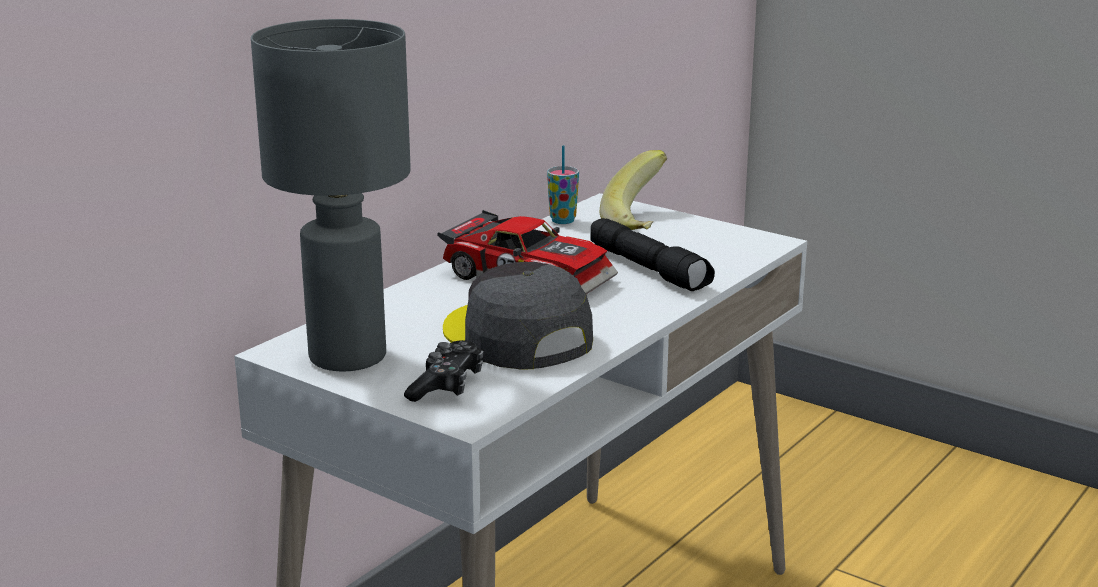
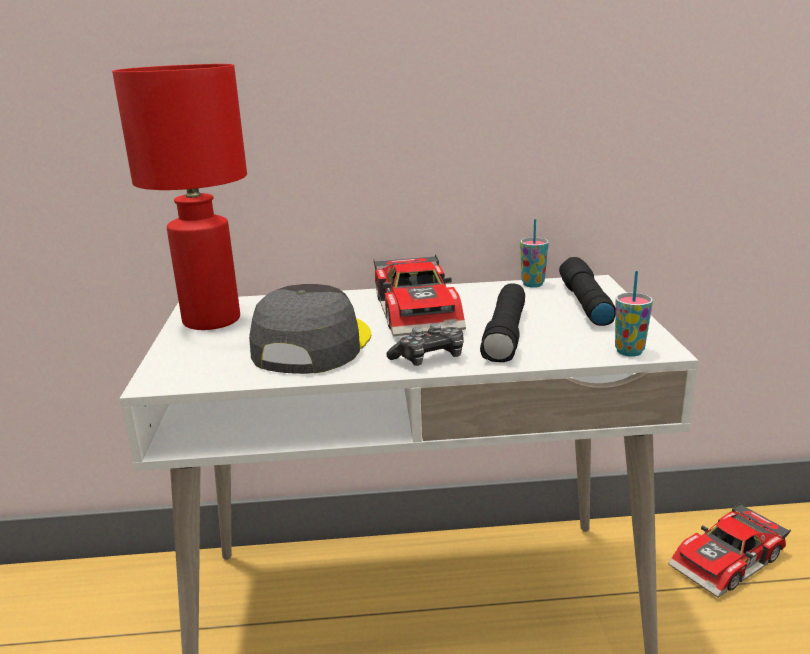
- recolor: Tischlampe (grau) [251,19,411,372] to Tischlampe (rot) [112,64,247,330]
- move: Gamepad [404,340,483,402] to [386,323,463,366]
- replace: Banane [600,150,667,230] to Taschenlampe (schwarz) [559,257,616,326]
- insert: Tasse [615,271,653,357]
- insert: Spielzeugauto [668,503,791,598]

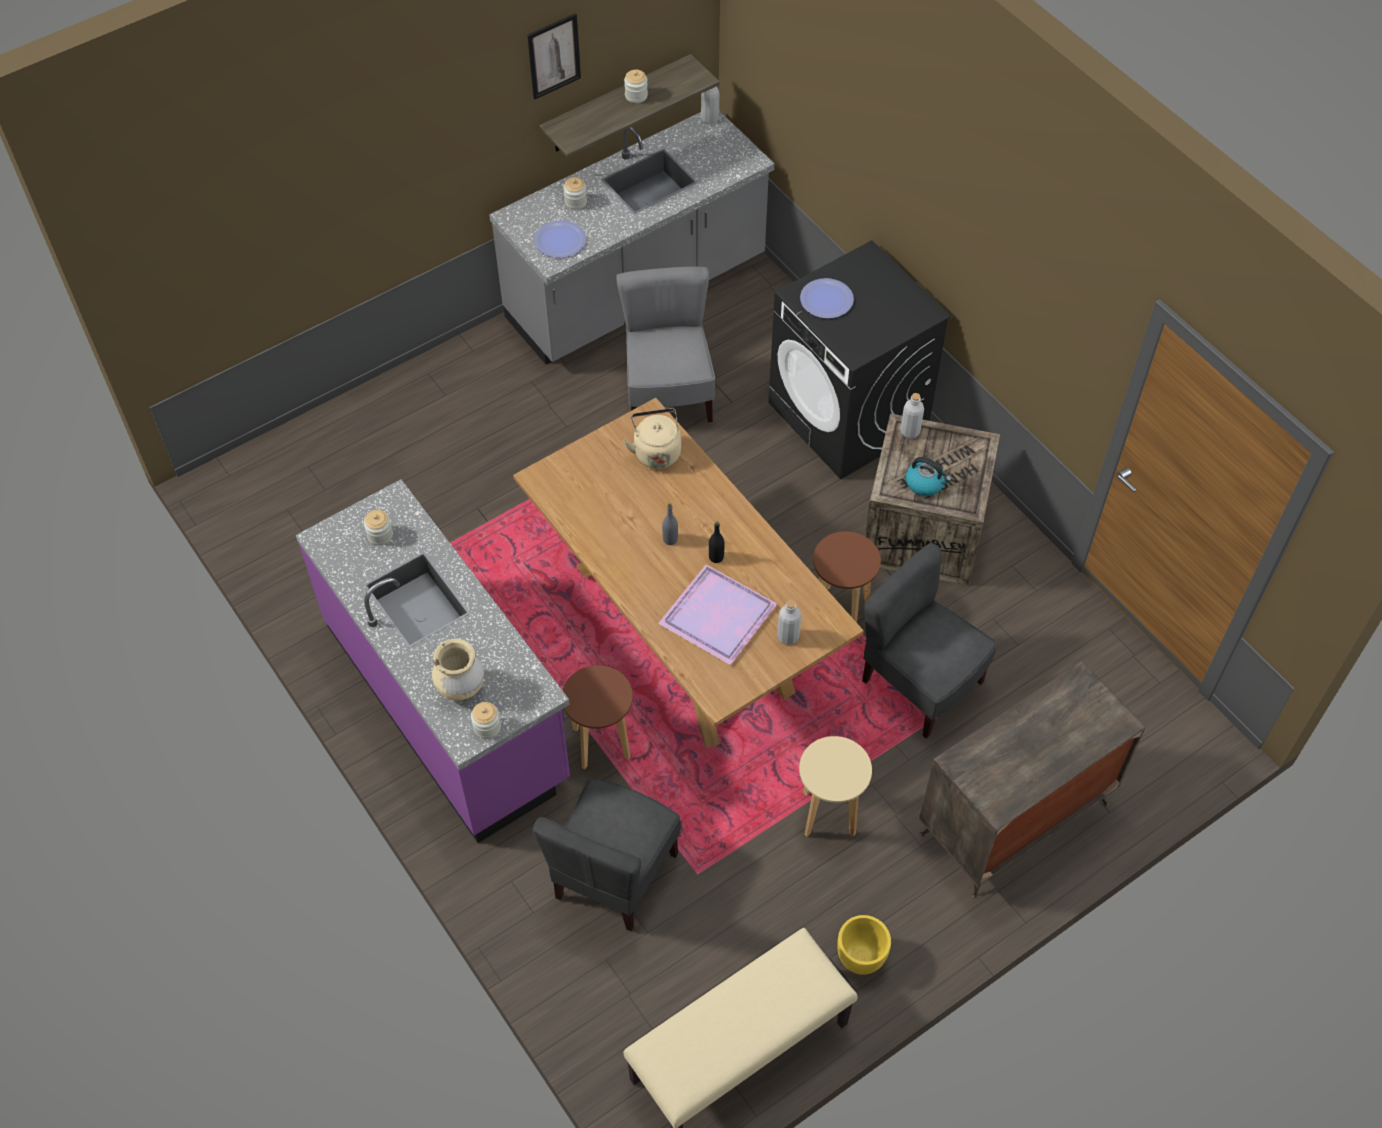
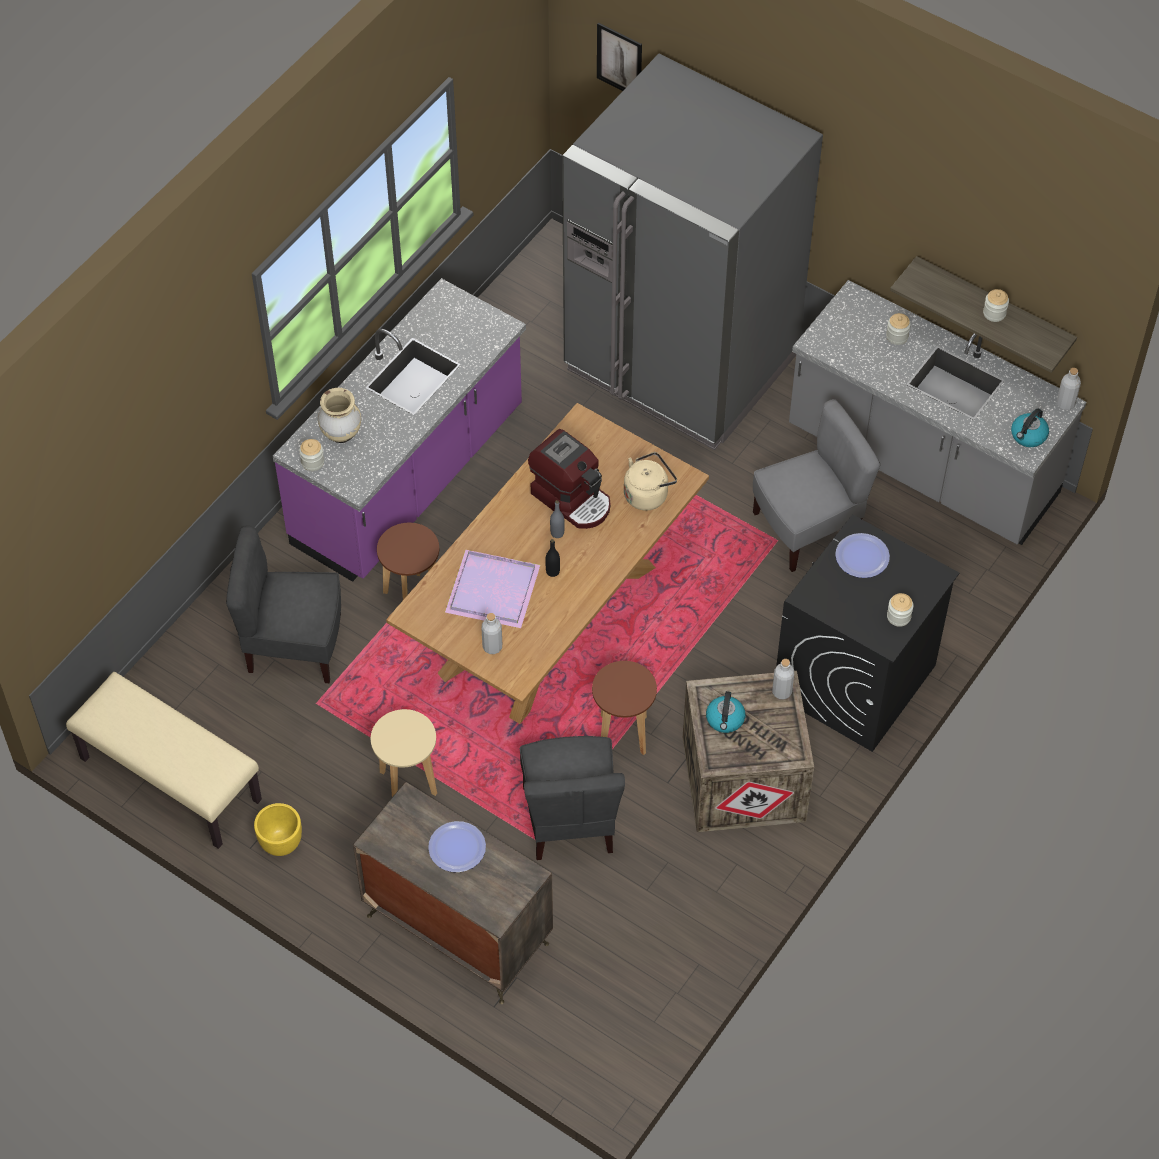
- move: Teller [534,220,586,258] to [428,821,486,872]
- rotate: Stuhl (grau) [862,543,998,739] = [520,736,625,860] 150 degrees clockwise
- insert: Kaffeemaschine [528,429,610,529]
- insert: Kühlschrank (grau) [562,54,823,450]
- move: Bild [527,13,581,100] to [597,23,642,91]
- move: Vorratsglas [364,510,393,546] to [887,593,914,627]
- insert: Wasserkessel [1011,408,1049,447]

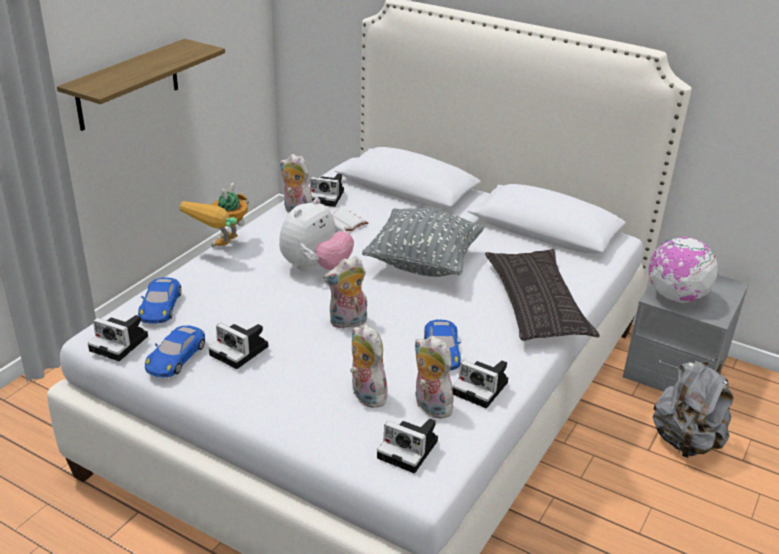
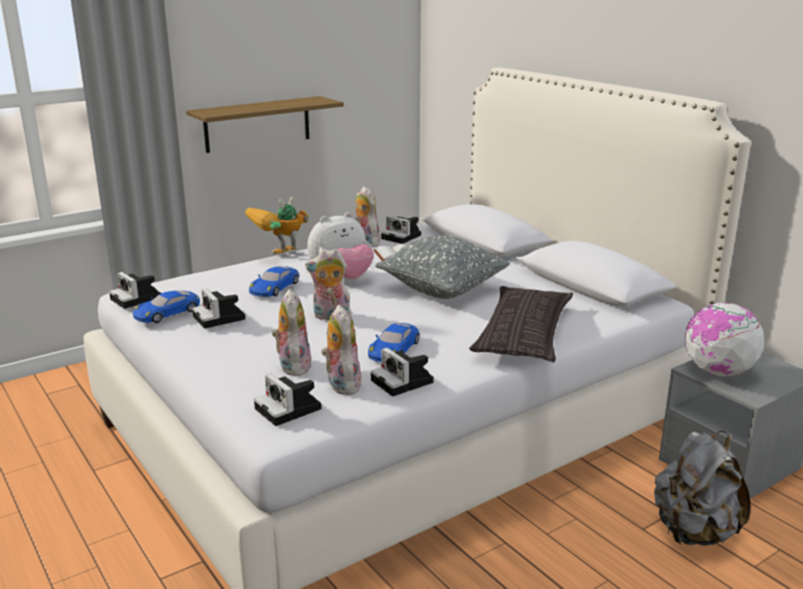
- move: Spielzeugauto (blau) [138,277,181,324] to [249,267,299,297]

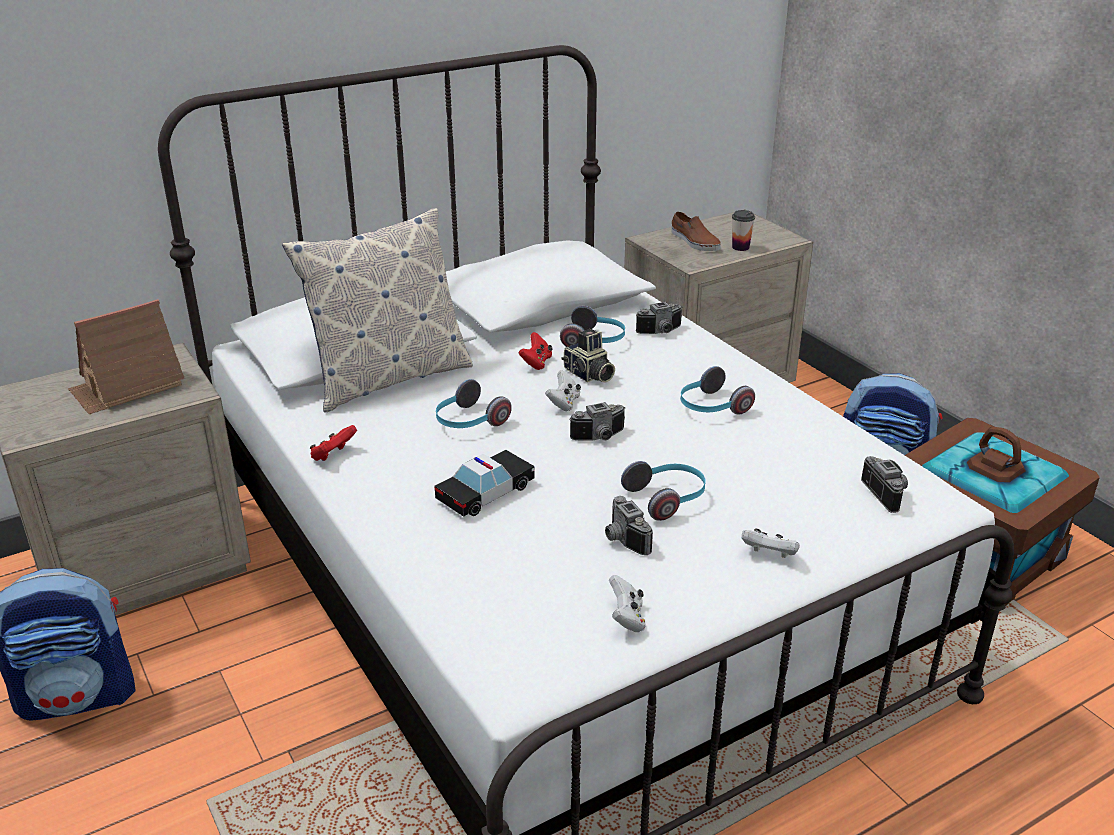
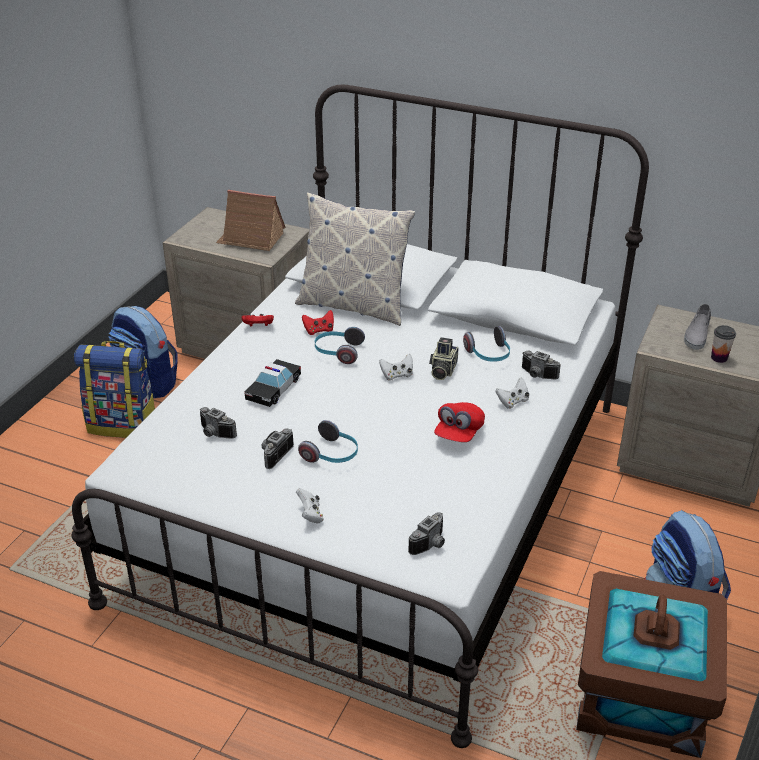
- insert: Rucksack [74,341,155,438]
- move: Kamera [569,402,625,441] to [200,407,237,439]
- rotate: Spielzeugauto [434,450,535,517] = [244,359,301,407] 105 degrees clockwise
- move: Gamepad (rot) [519,332,553,370] to [302,310,334,335]
- replace: Kopfhörer [680,366,755,415] to Kappe (rot) [434,402,485,442]
- move: Gamepad (weiß) [609,575,646,632] to [496,378,529,409]
- recolor: Schuh (braun) [671,211,721,251] to Schuh (grau) [684,304,711,350]

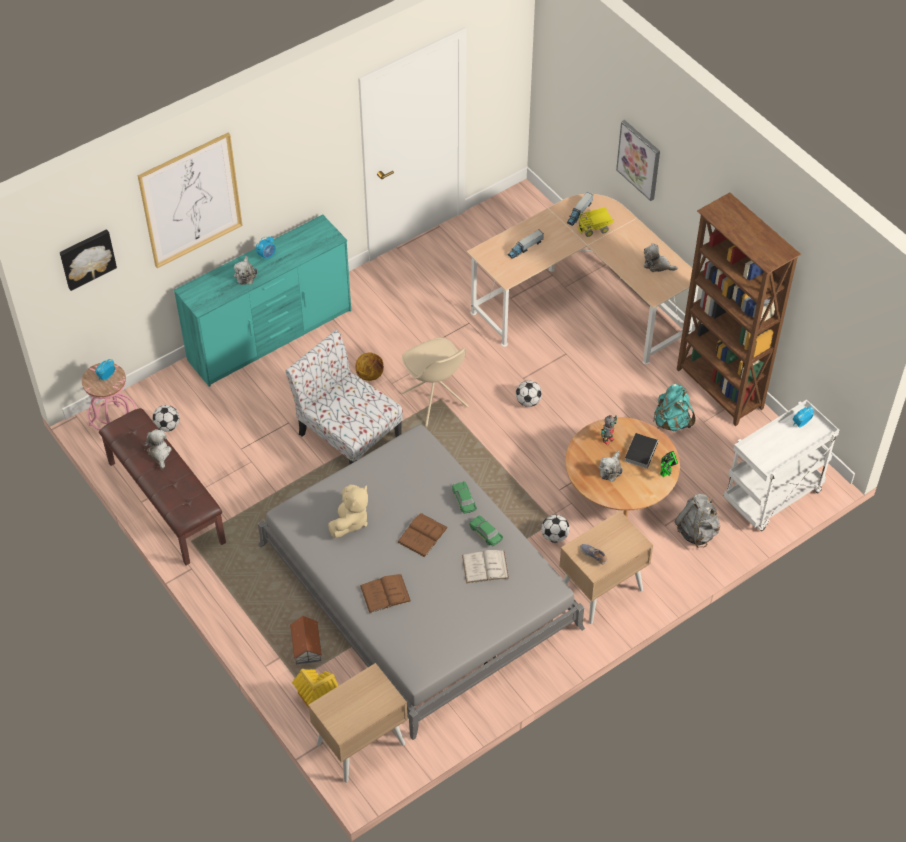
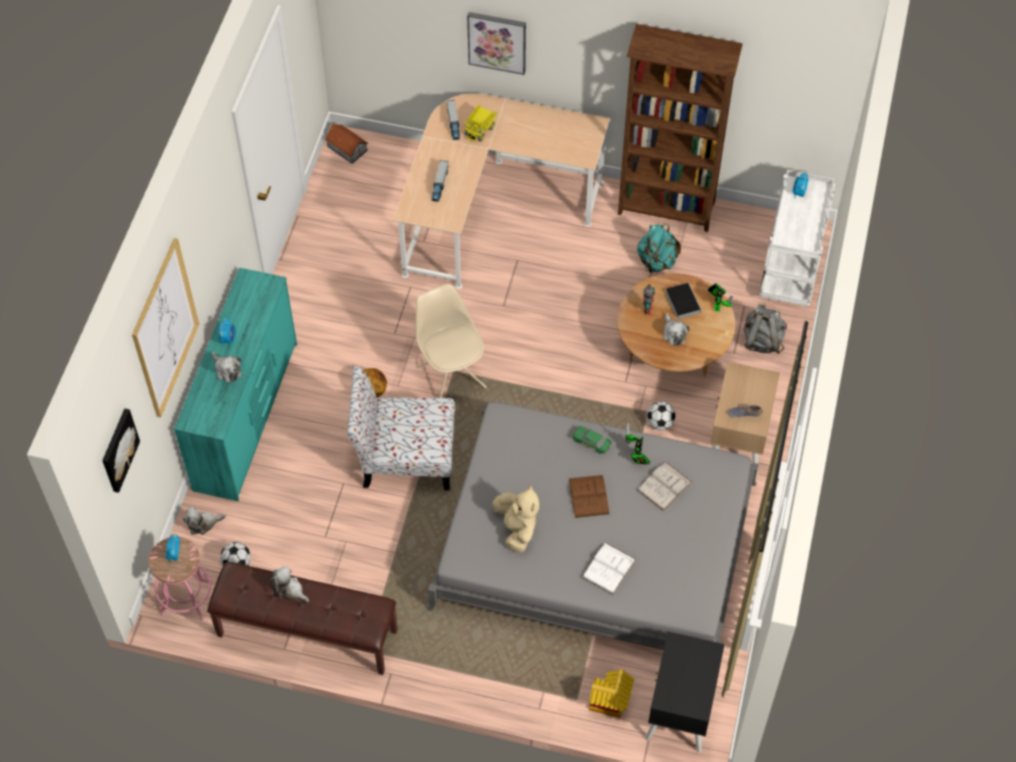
- move: Plüschtier [643,243,678,272] to [183,507,226,535]
- move: Spielzeughaus [290,616,322,664] to [325,124,368,164]
- rotate: Stuhl (beige) [401,337,468,427] = [415,284,487,398] 135 degrees counterclockwise
- recolor: Buch (braun) [360,574,411,613] to Buch (weiß) [582,542,636,594]
- replace: Spielzeugauto (grün) [469,515,503,546] to Spielzeugroboter [625,423,650,464]
- recolor: Nachttisch (beige) [308,663,408,783] to Nachttisch (schwarz) [645,632,725,753]
- delete: Fußball [516,380,542,407]

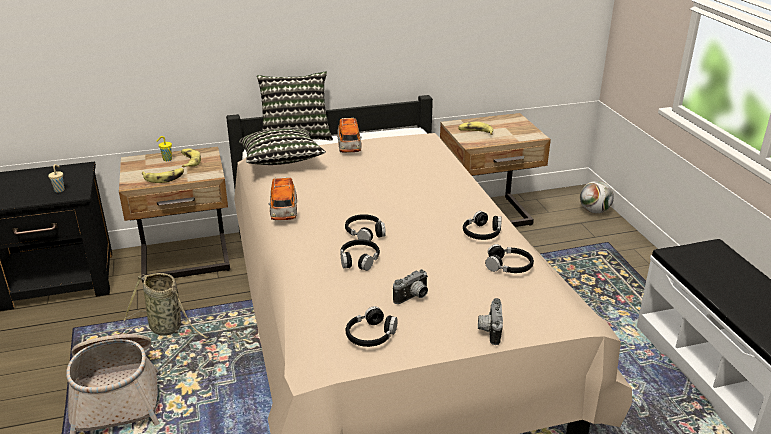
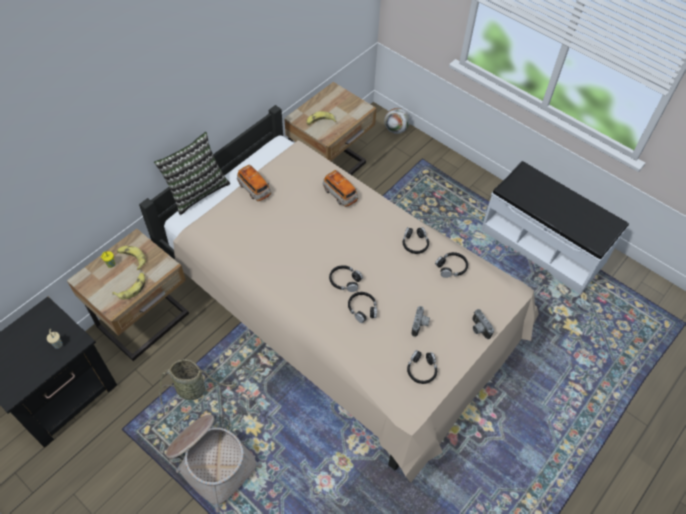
- move: Spielzeugauto [268,177,297,220] to [322,170,358,207]
- delete: Kissen [239,128,326,165]

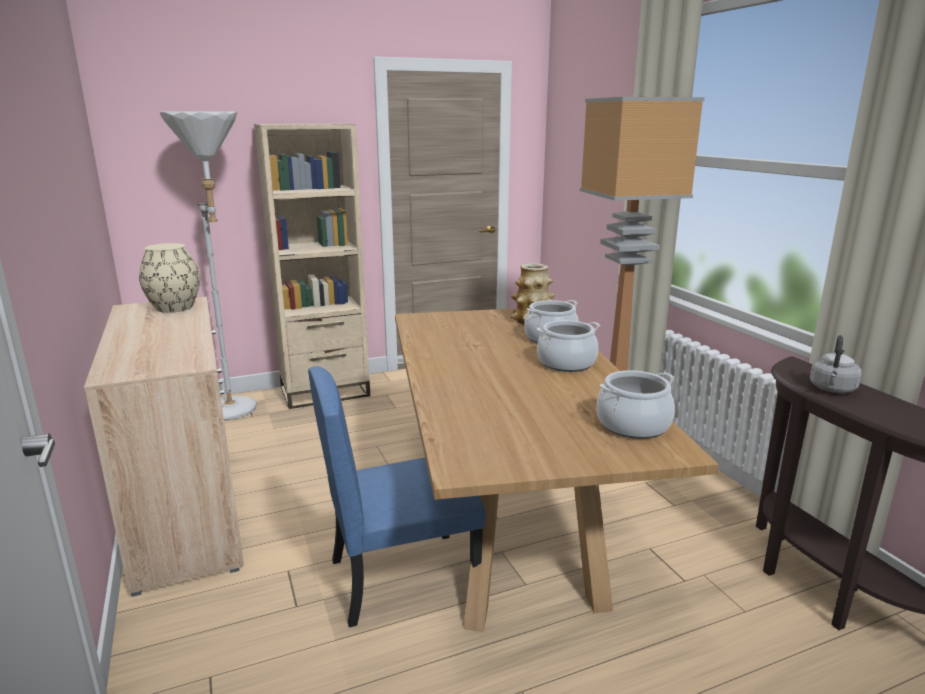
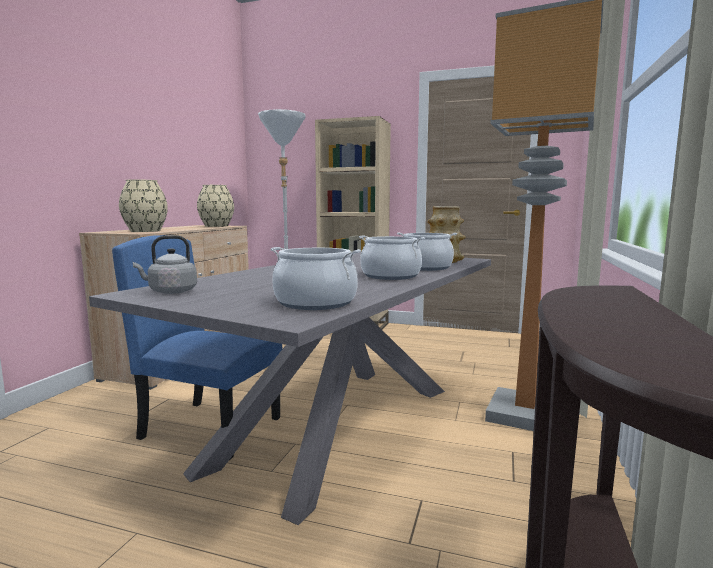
- recolor: Esstisch (braun) [395,308,718,632] to Esstisch (grau) [89,252,491,525]
- insert: Vase (beige) [119,179,168,232]
- move: Wasserkessel (grau) [810,335,862,393] to [133,235,197,294]

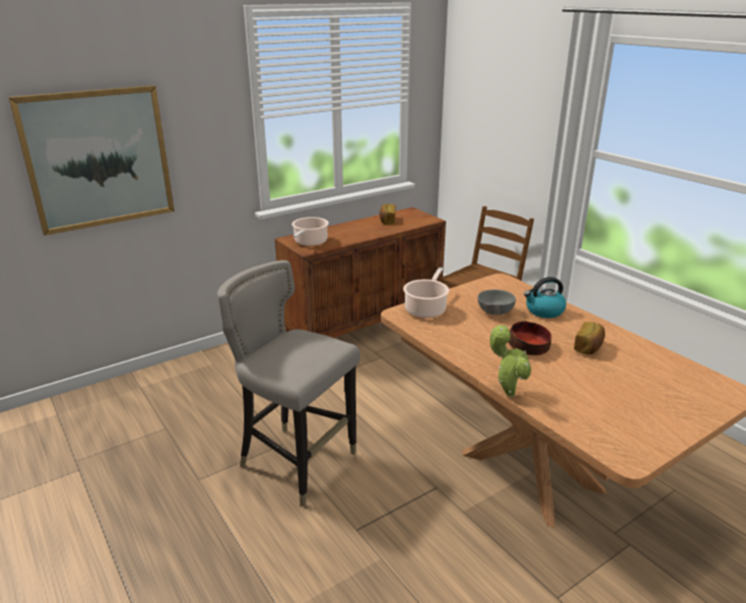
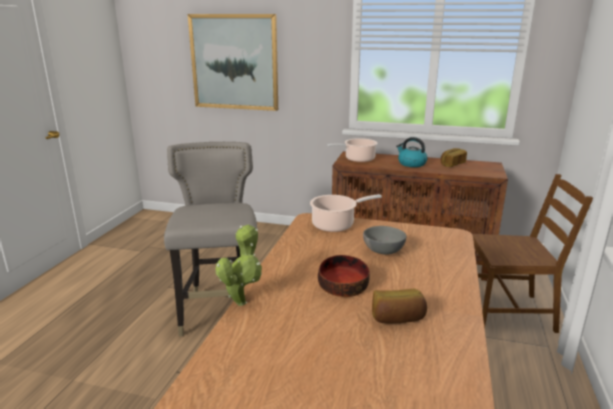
- move: Wasserkessel [524,277,566,318] to [396,137,427,167]

